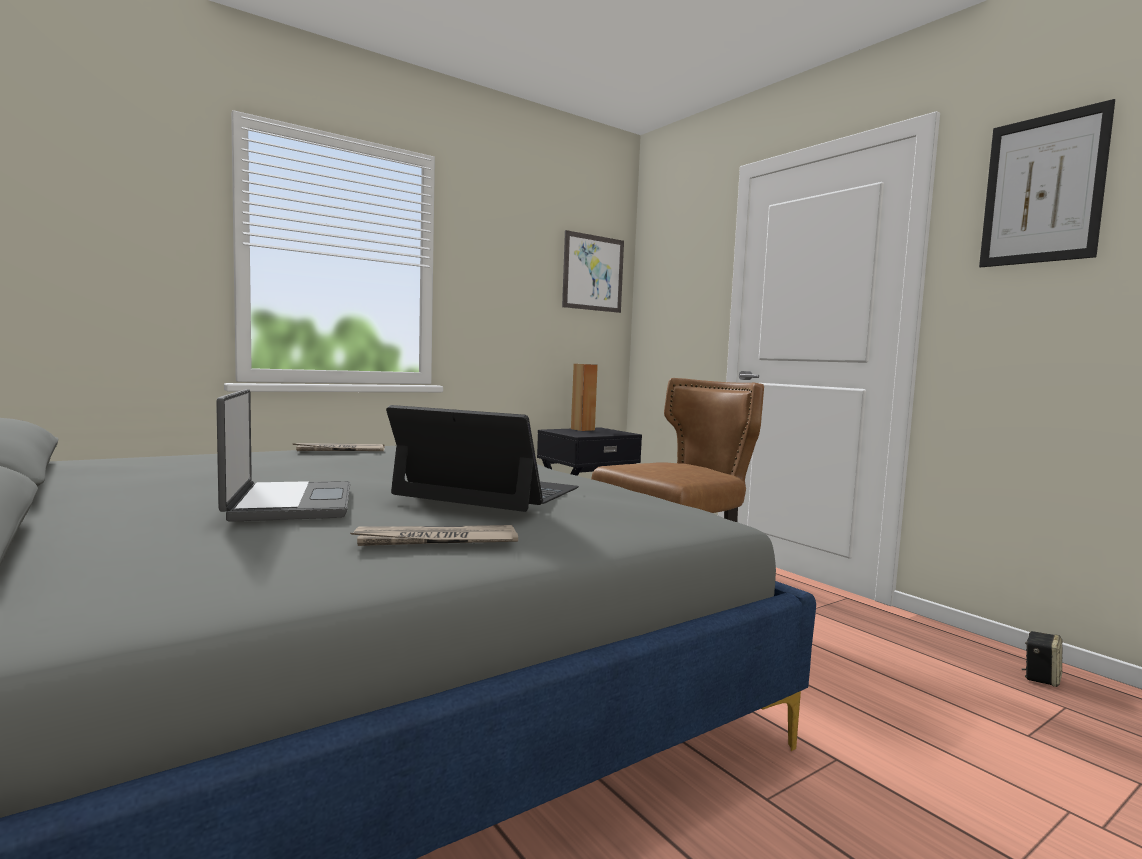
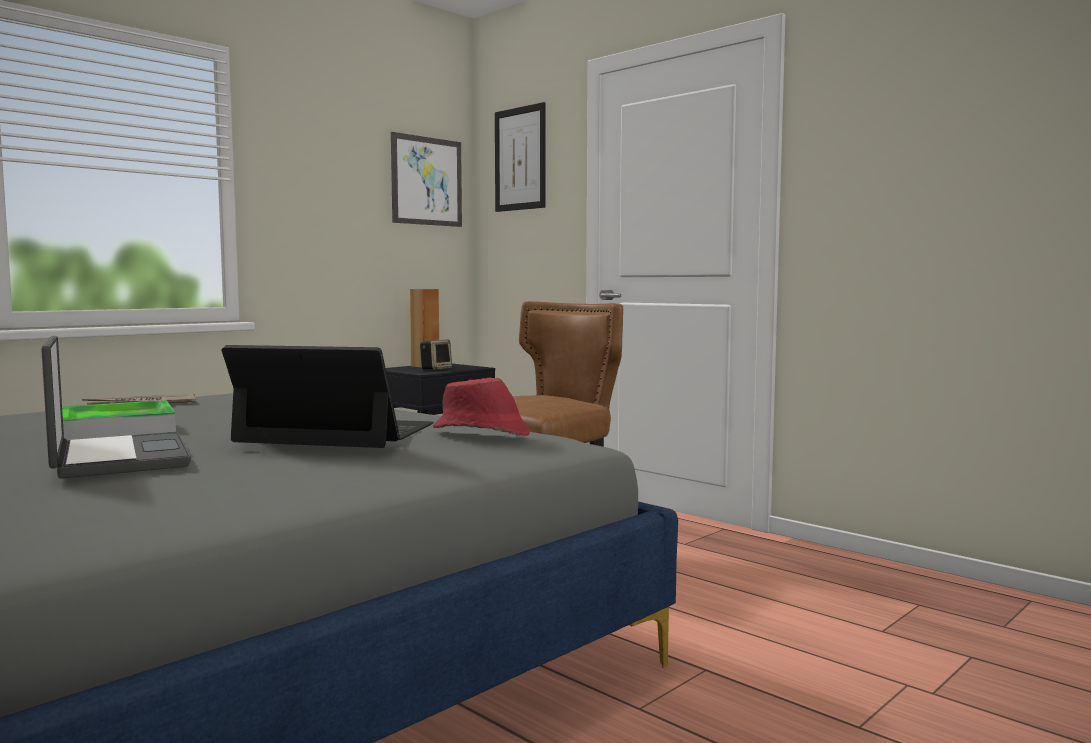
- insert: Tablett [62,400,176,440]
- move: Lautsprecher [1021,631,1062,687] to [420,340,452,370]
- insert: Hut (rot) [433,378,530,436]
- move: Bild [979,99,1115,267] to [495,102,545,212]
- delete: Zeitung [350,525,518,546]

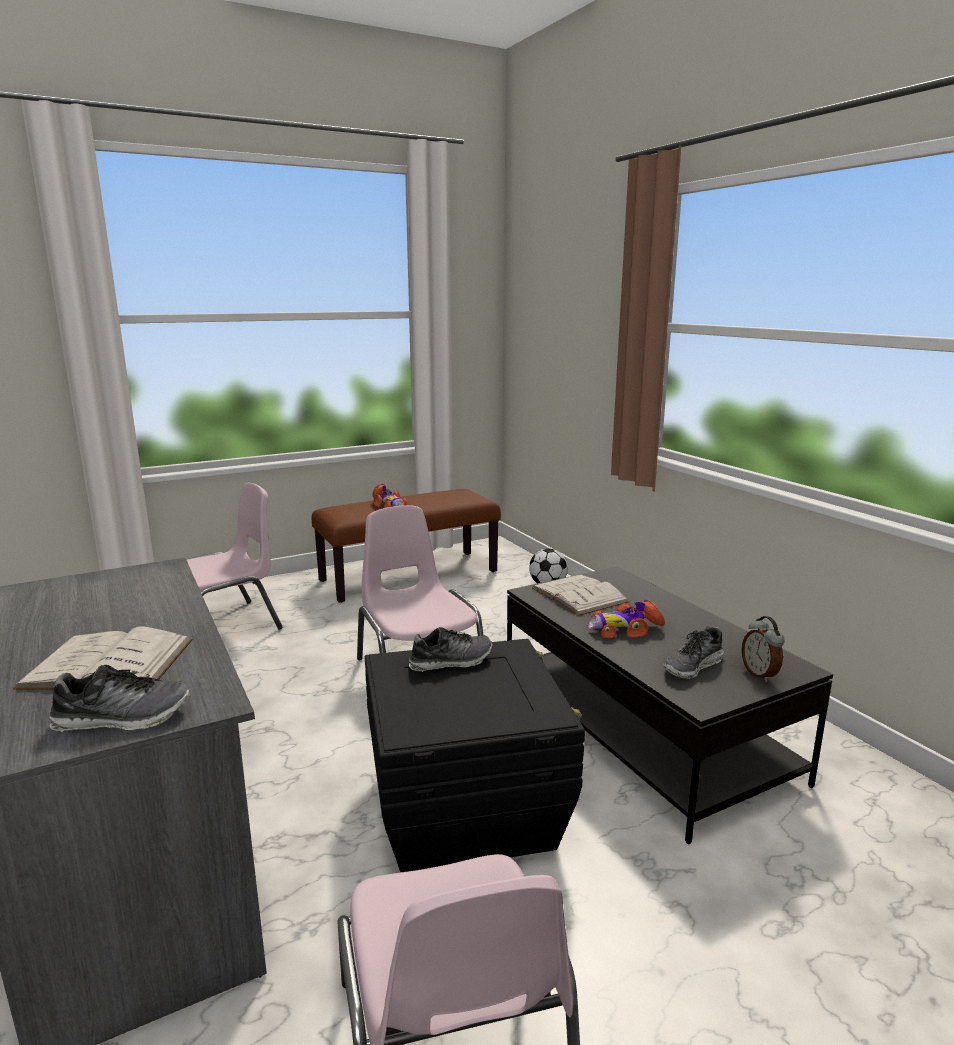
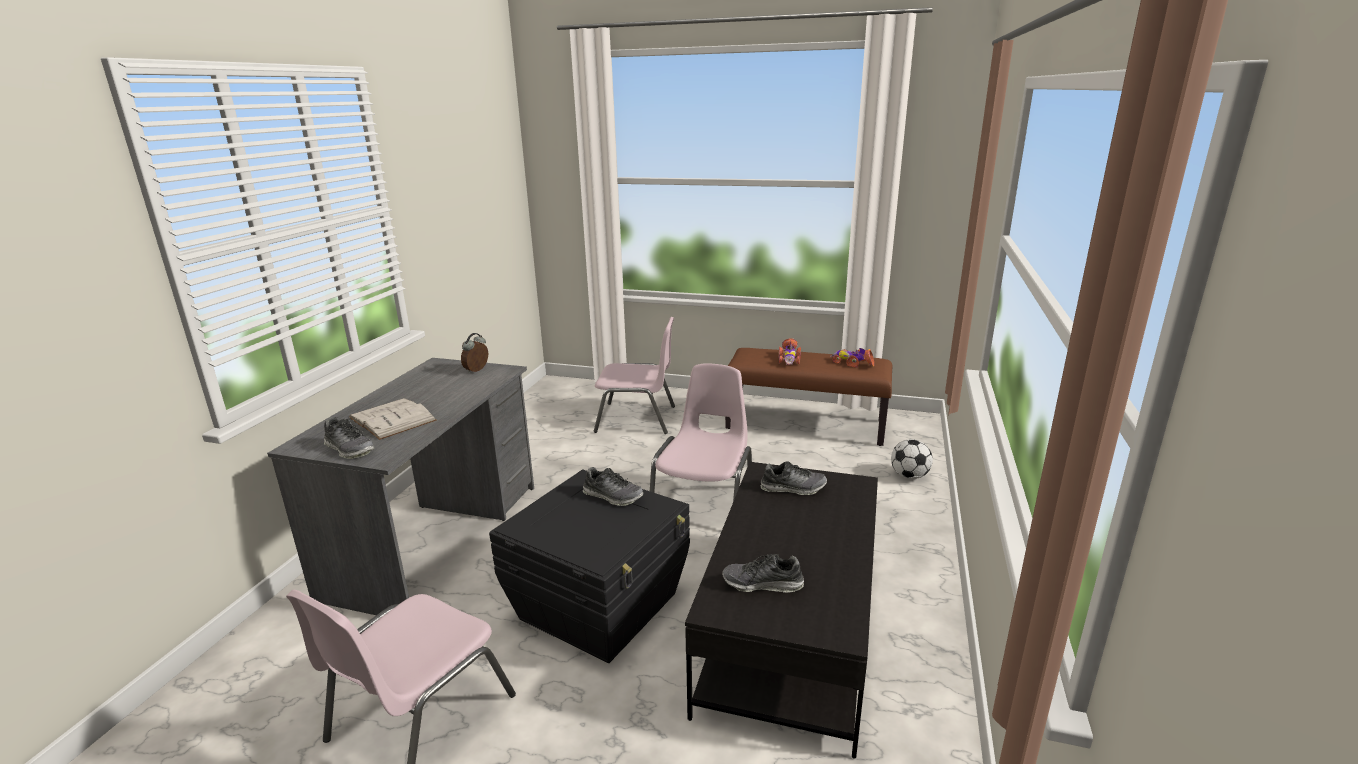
- move: Wecker [742,616,785,682] to [461,333,488,373]
- replace: Buch (weiß) [531,574,630,616] to Schuh [761,461,827,495]
- move: Spielzeugauto [585,600,665,639] to [830,348,874,368]

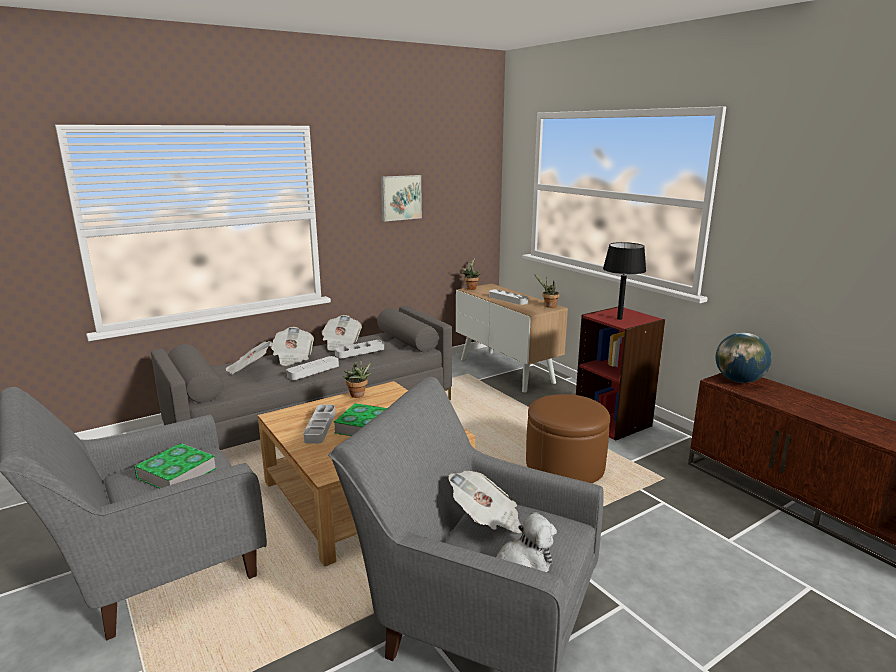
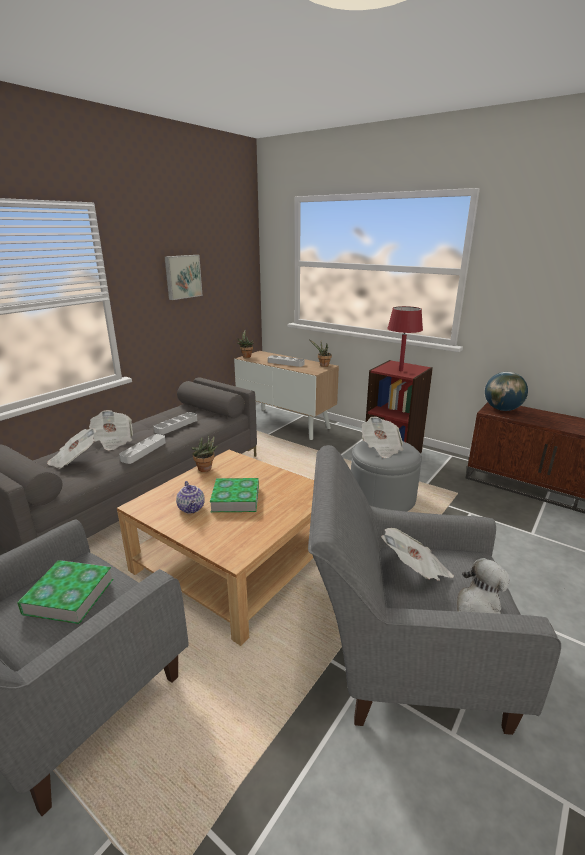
- replace: Tablett (grau) [303,404,335,444] to Teekanne [176,481,205,513]
- recolor: Polsterhocker (braun) [526,394,610,483] to Polsterhocker (grau) [351,441,422,512]
- move: Zeitung [322,315,362,351] to [362,416,404,458]
- recolor: Tischlampe (schwarz) [603,242,646,320] to Tischlampe (rot) [387,306,423,371]

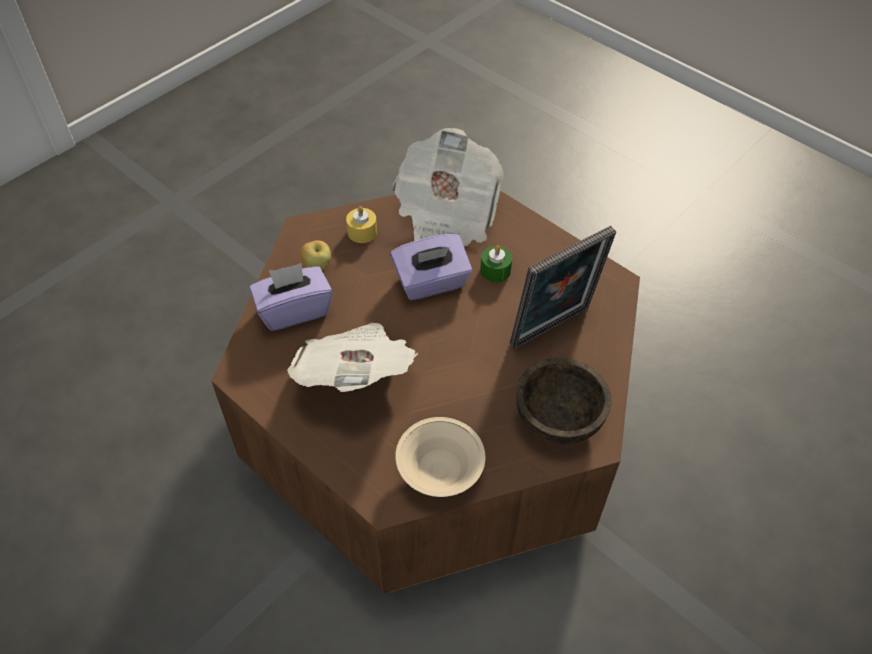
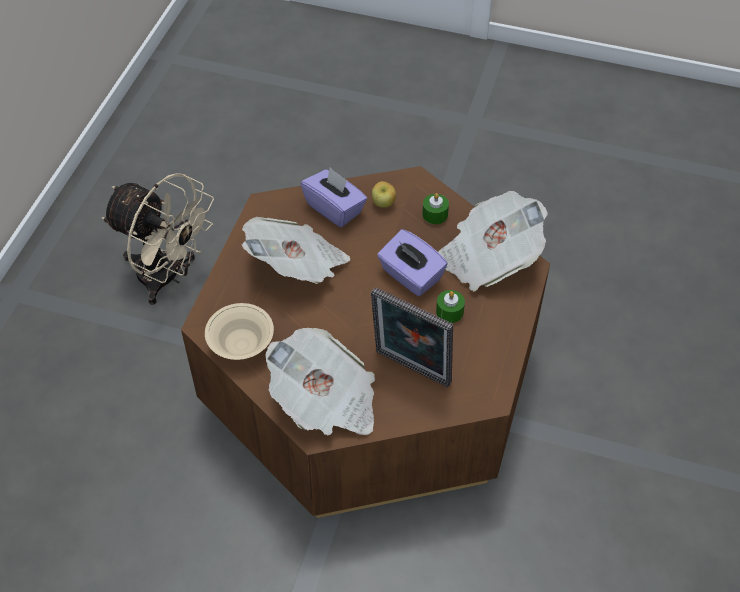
- insert: Ventilator (beige) [101,173,214,305]
- replace: Schüssel (braun) [516,358,612,445] to Zeitung [266,328,375,435]
- recolor: Kerze (gelb) [346,206,377,243] to Kerze (grün) [422,193,449,224]

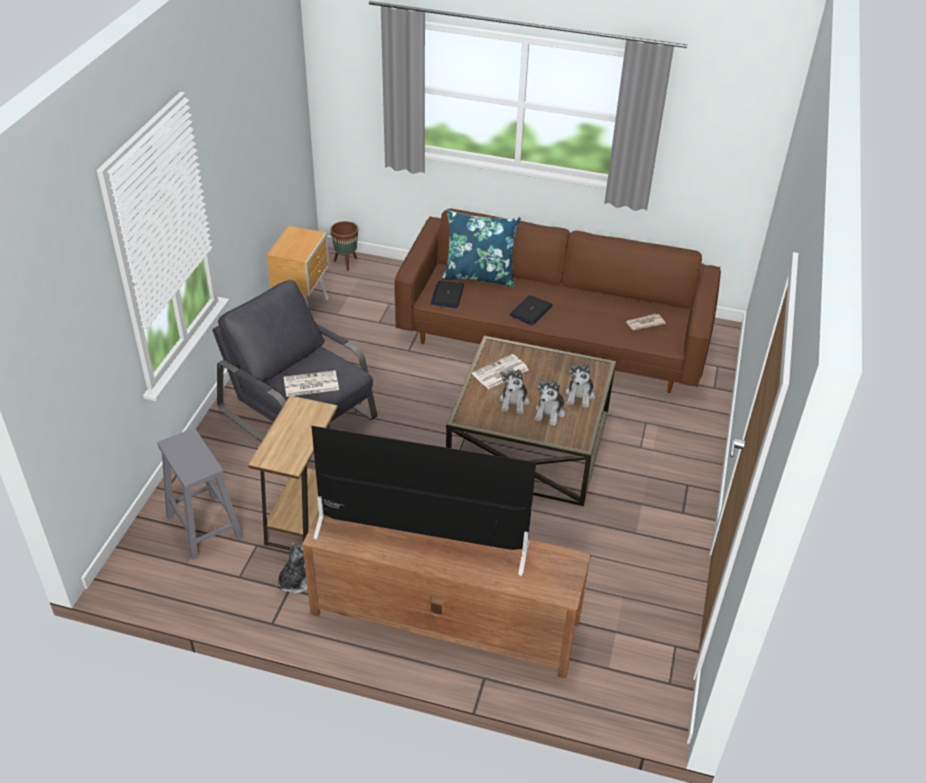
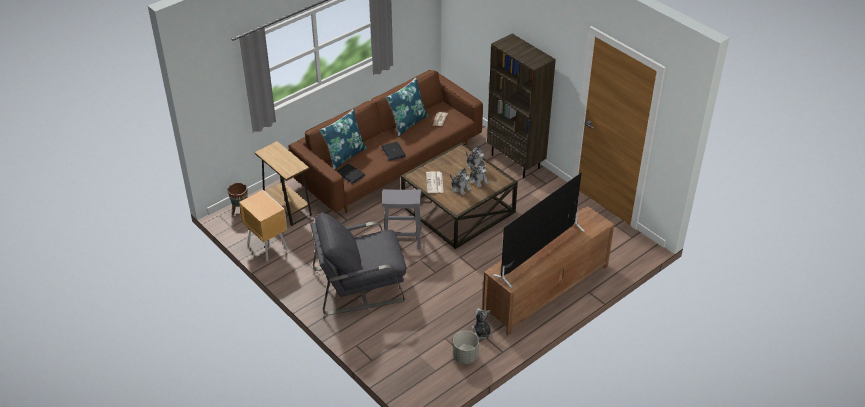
- move: Beistelltisch (braun) [248,395,338,551] to [254,141,312,226]
- move: Hocker (grau) [158,428,243,560] to [382,189,422,249]
- insert: Kissen (blau) [386,77,428,137]
- insert: Pflanzkübel (grau) [453,330,479,364]
- insert: Bücherregal (braun) [487,34,556,178]
- delete: Zeitung [284,370,339,397]

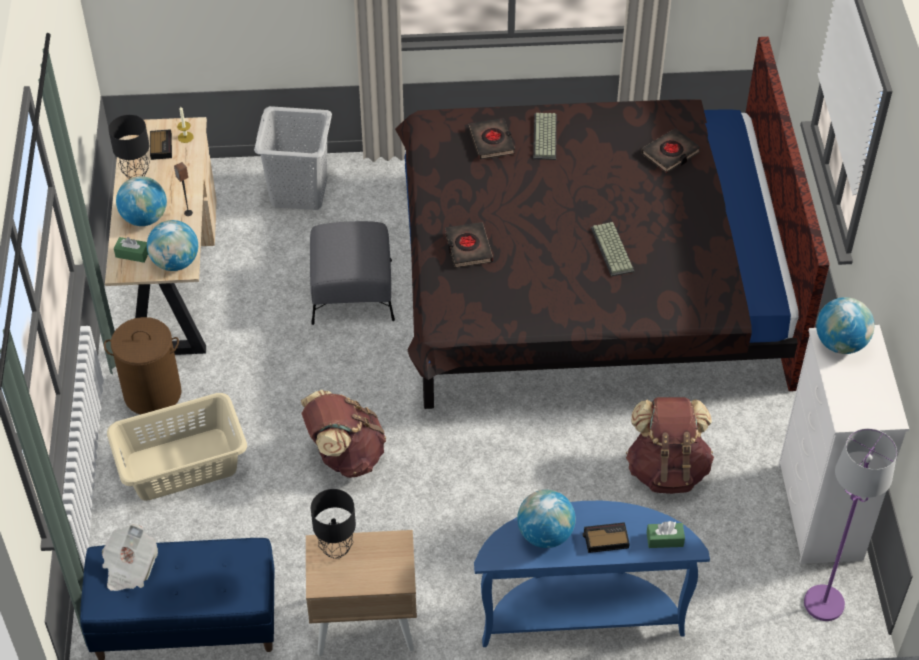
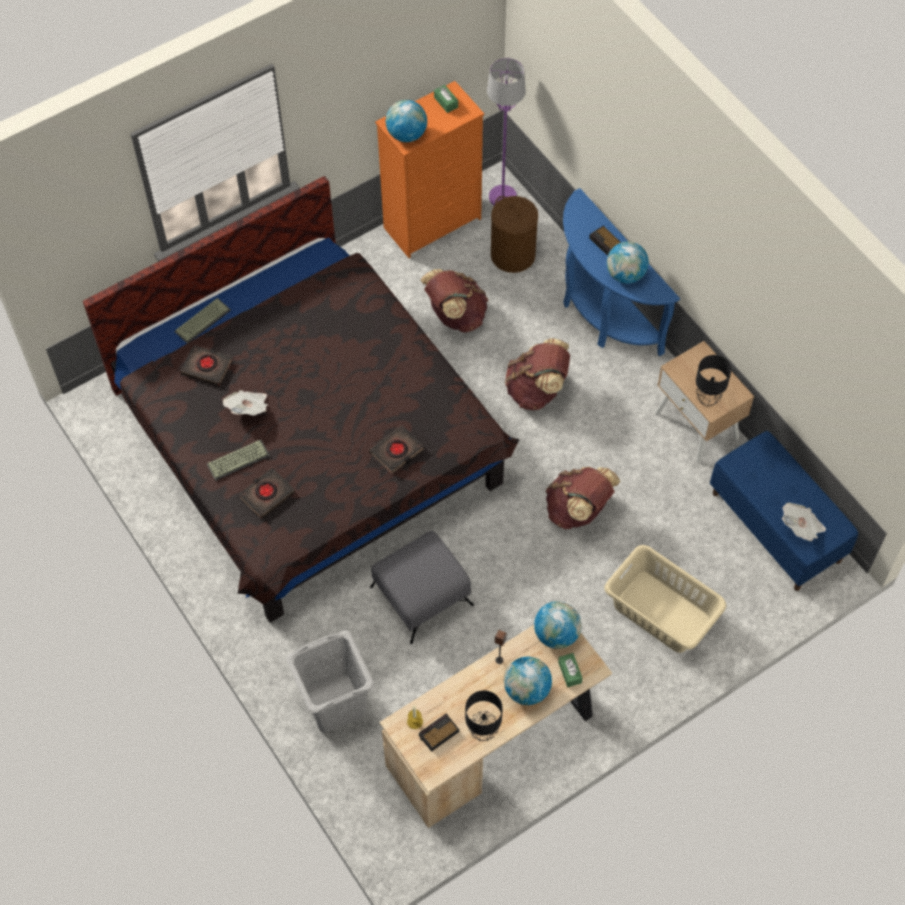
- move: Tastatur [591,222,634,277] to [174,298,231,344]
- insert: Zeitung [223,390,268,416]
- recolor: Kommode (weiß) [778,325,909,564] to Kommode (orange) [375,81,484,258]
- move: Taschentuchbox (grün) [647,521,685,548] to [434,85,458,113]
- move: Wäschekorb (braun) [104,317,182,415] to [491,196,538,273]
- insert: Rucksack (braun) [505,338,570,410]

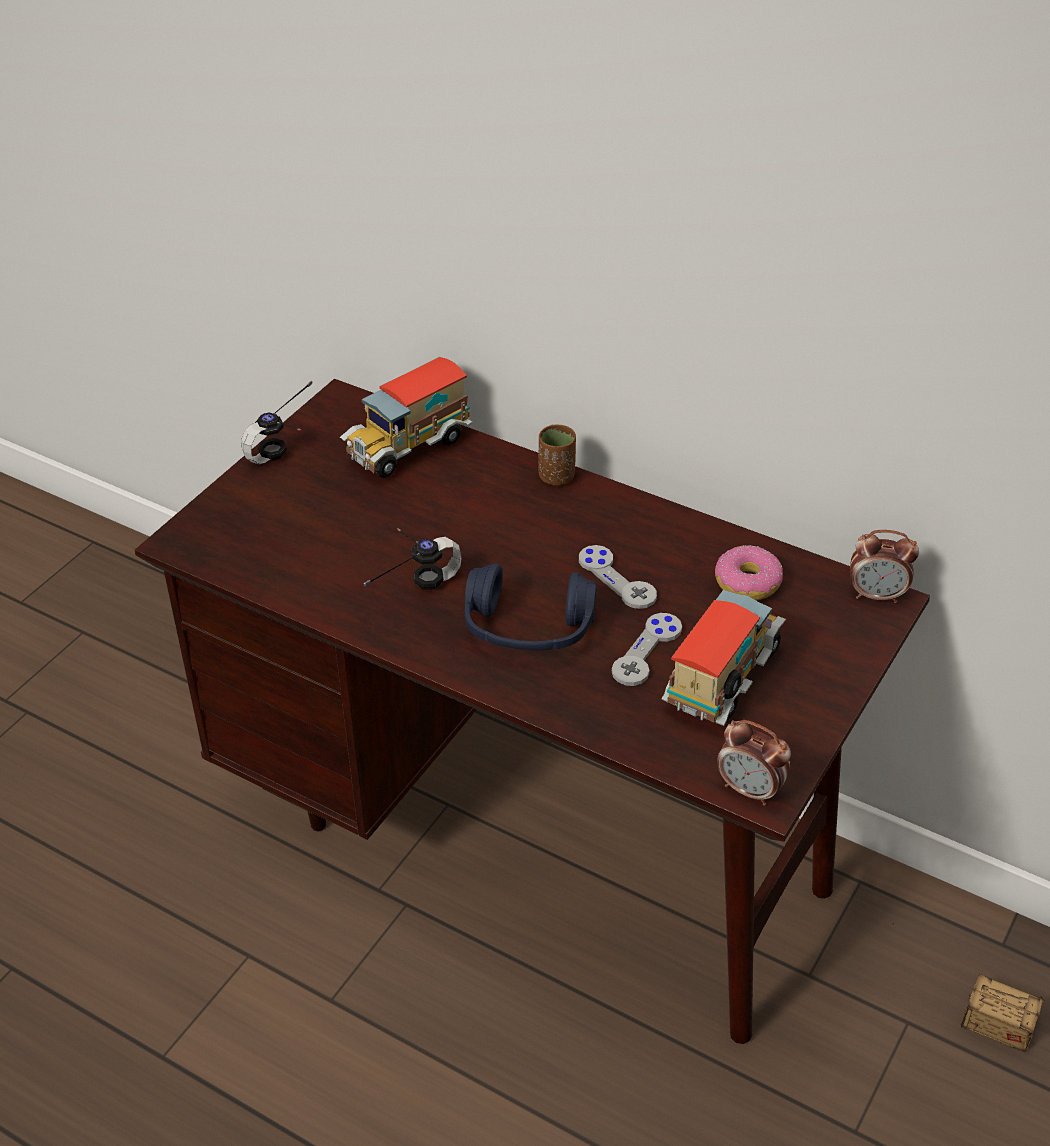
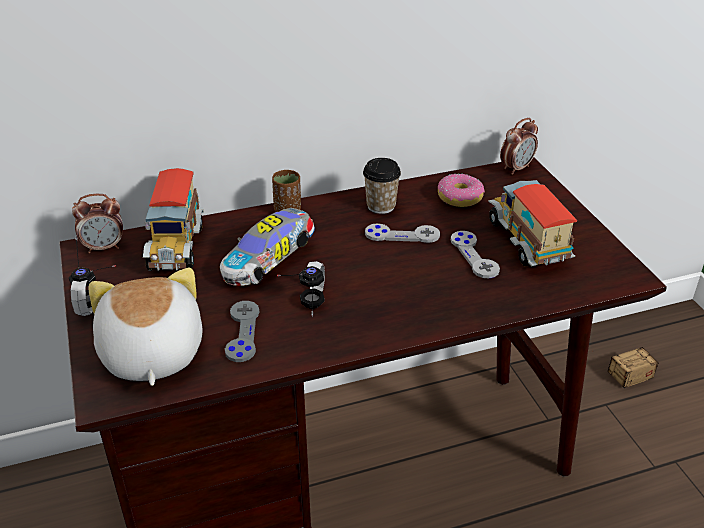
- move: Wecker [717,720,791,806] to [72,194,123,253]
- insert: Plüschtier [88,268,203,386]
- insert: Spielzeugauto [220,208,315,286]
- insert: Gamepad (grau) [225,301,260,362]
- insert: Tasse [363,158,401,214]
- delete: Kopfhörer (blau) [465,563,596,650]

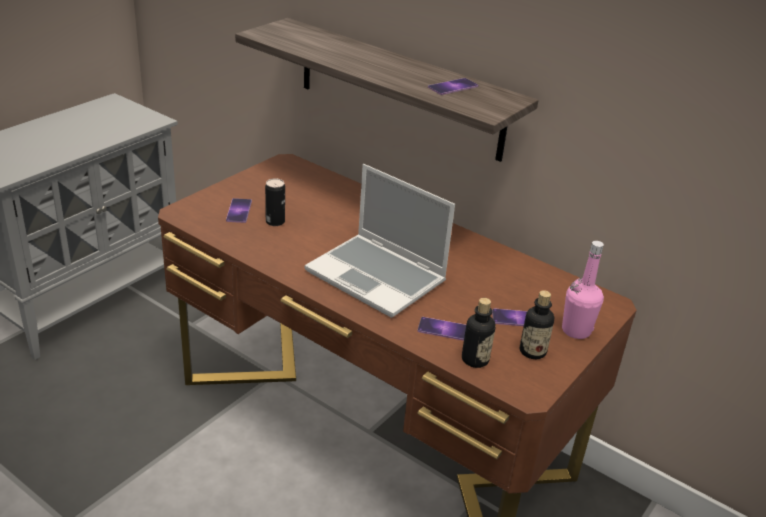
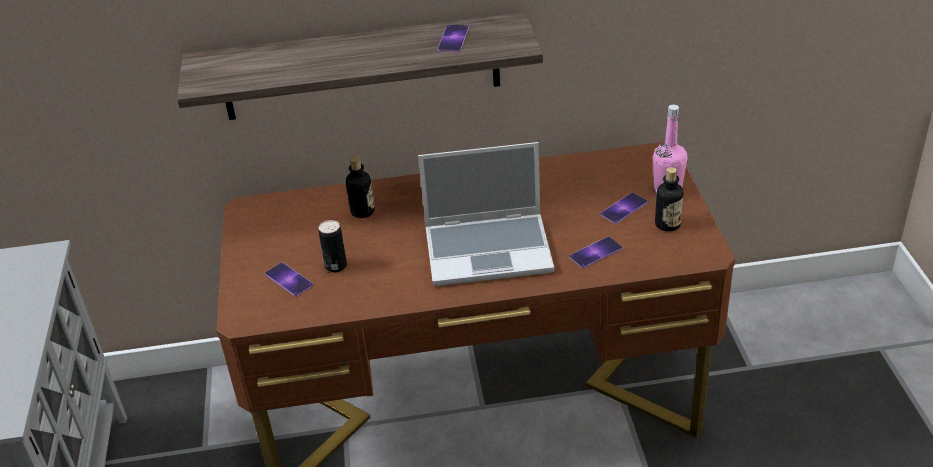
- move: Flasche [462,298,496,368] to [346,156,375,218]

